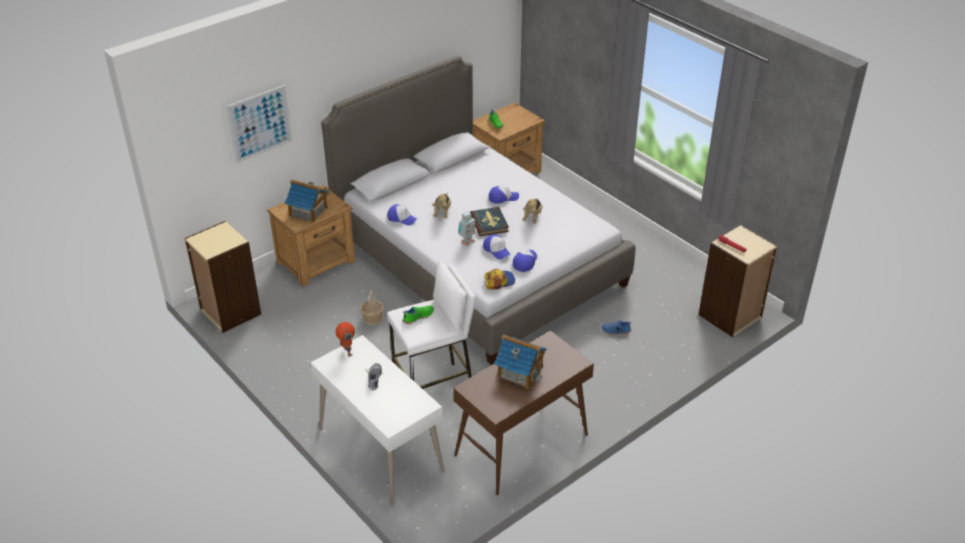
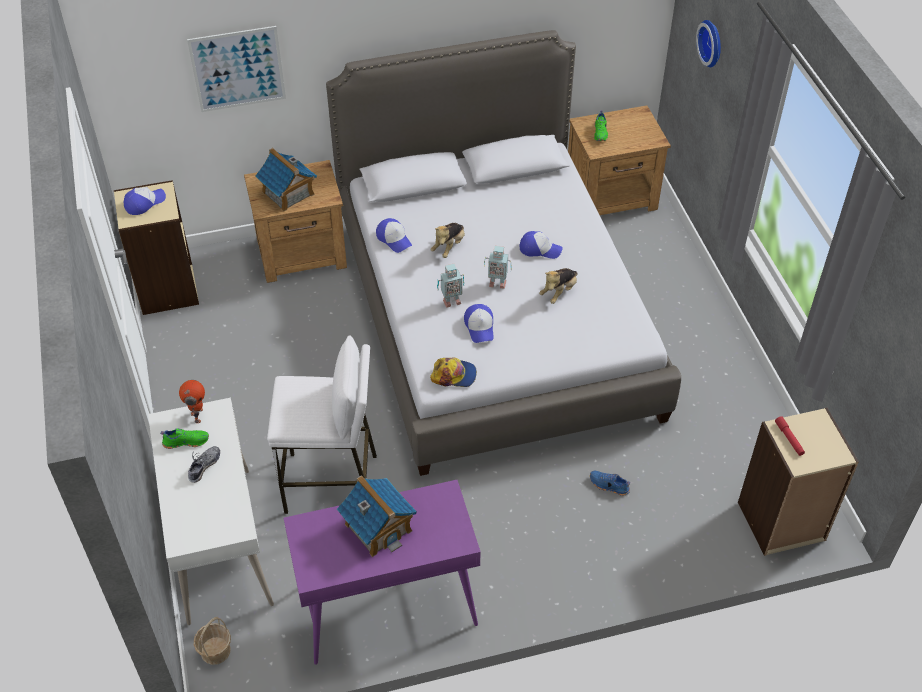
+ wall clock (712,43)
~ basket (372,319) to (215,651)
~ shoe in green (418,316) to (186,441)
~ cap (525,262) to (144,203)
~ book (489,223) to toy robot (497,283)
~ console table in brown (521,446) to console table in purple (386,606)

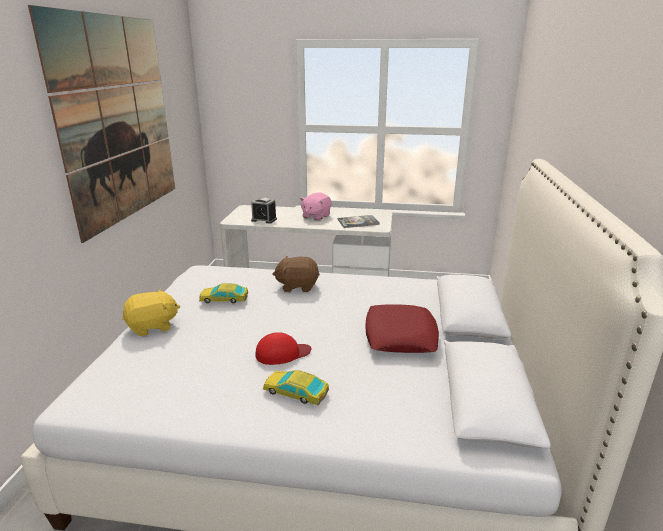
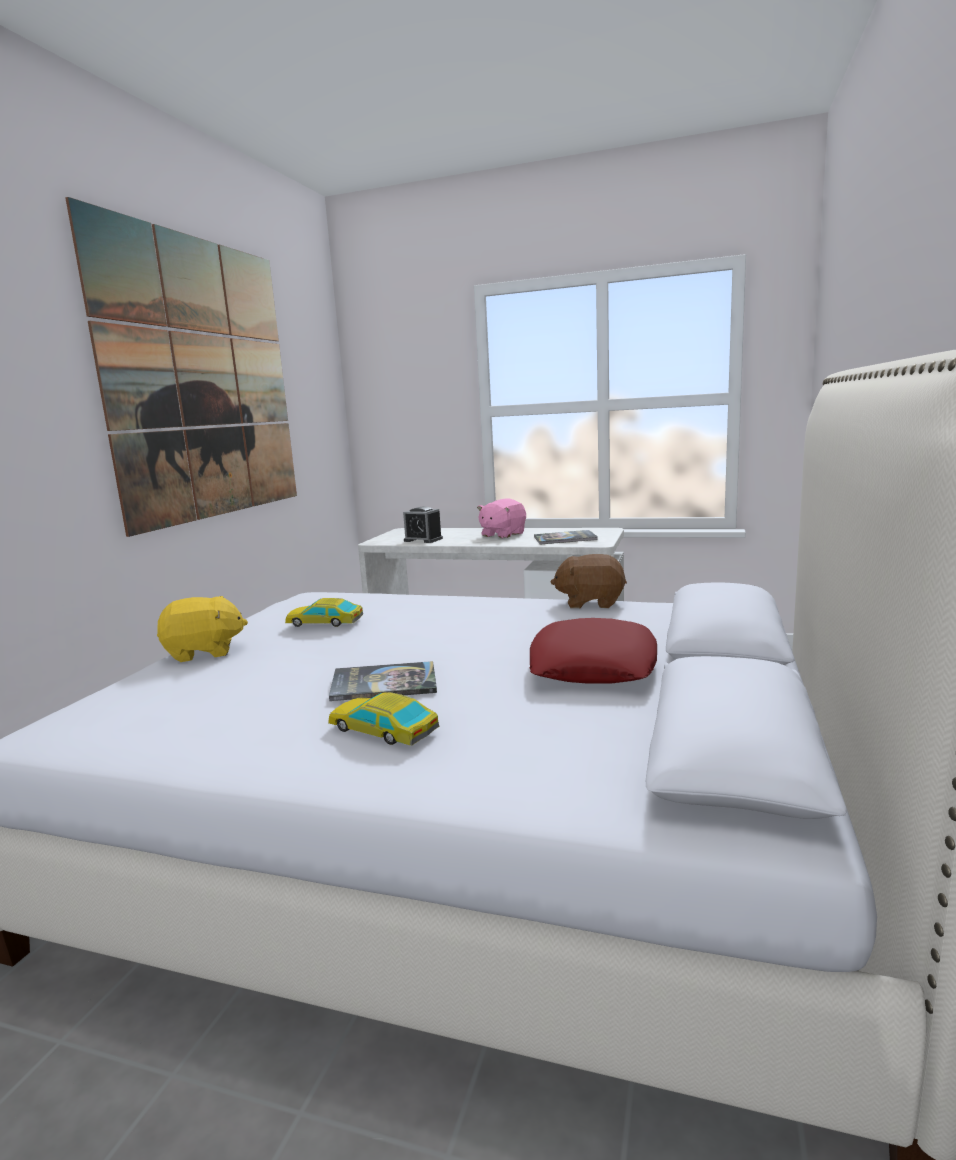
~ plush toy in brown (297,286) to (590,603)
~ cap in red (282,353) to book (384,683)

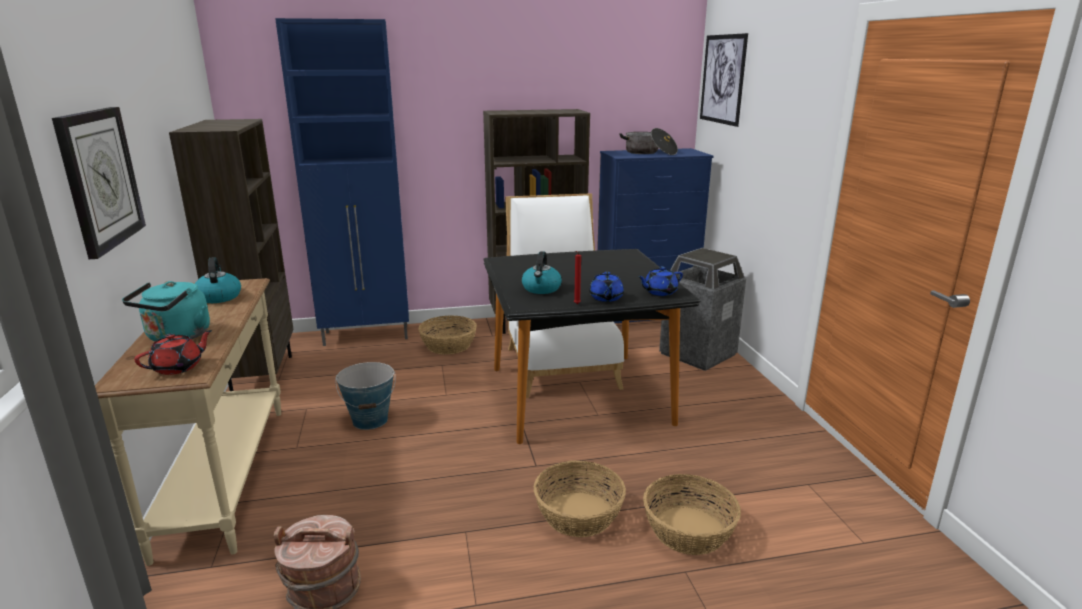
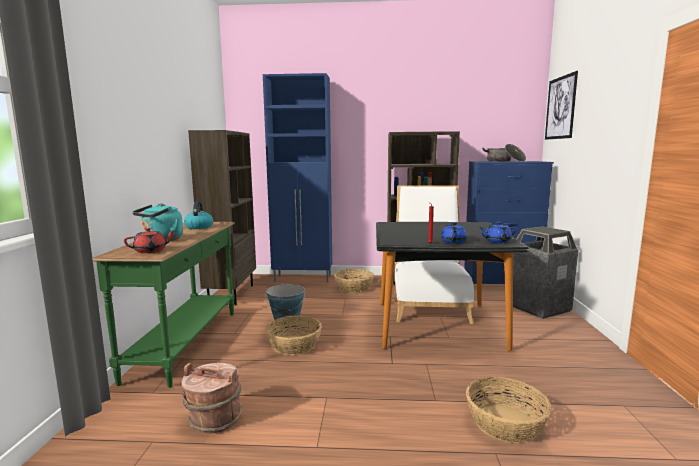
- wall clock (100,179)
- kettle (541,289)
~ basket (579,514) to (294,345)
~ console table in beige (228,476) to console table in green (187,343)

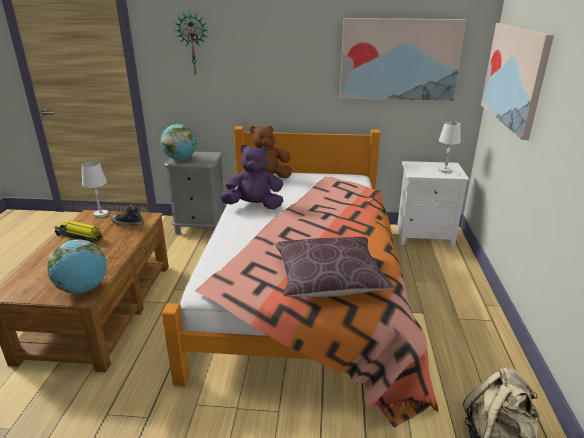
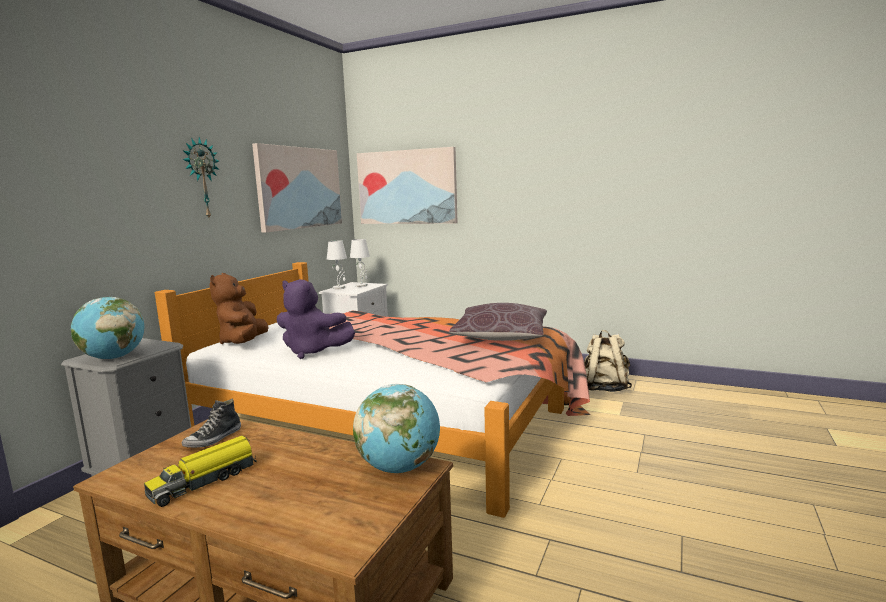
~ table lamp in white (101,214) to (339,288)
~ wall clock (193,44) to (201,179)
~ plush toy in purple (254,206) = (312,352) 90 degrees counterclockwise

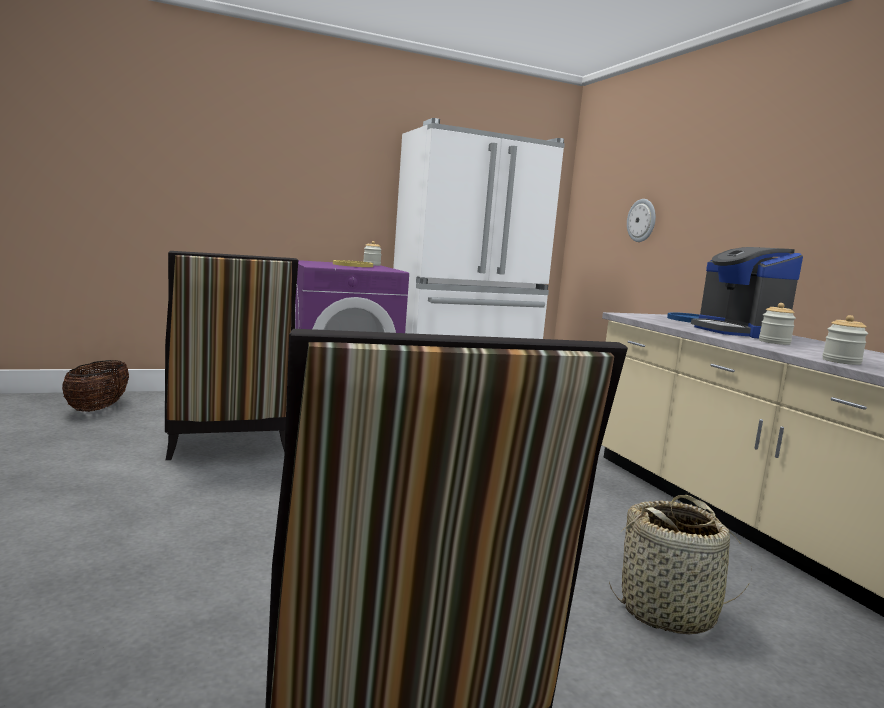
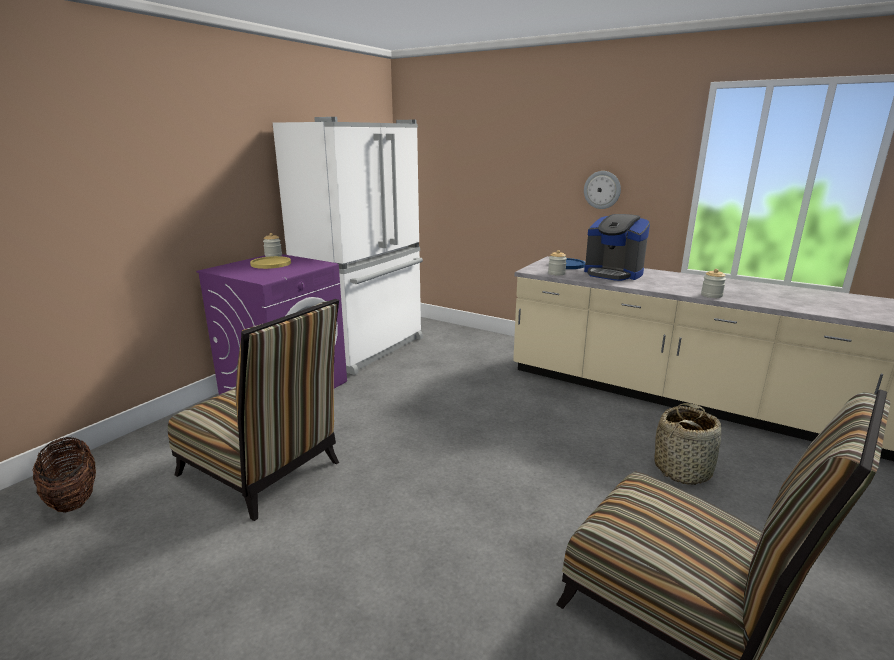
~ wall clock (642,220) to (602,190)
~ jar (774,342) to (556,273)

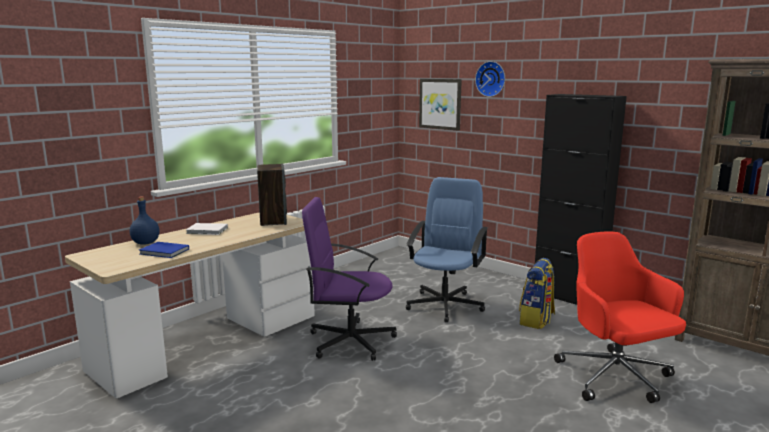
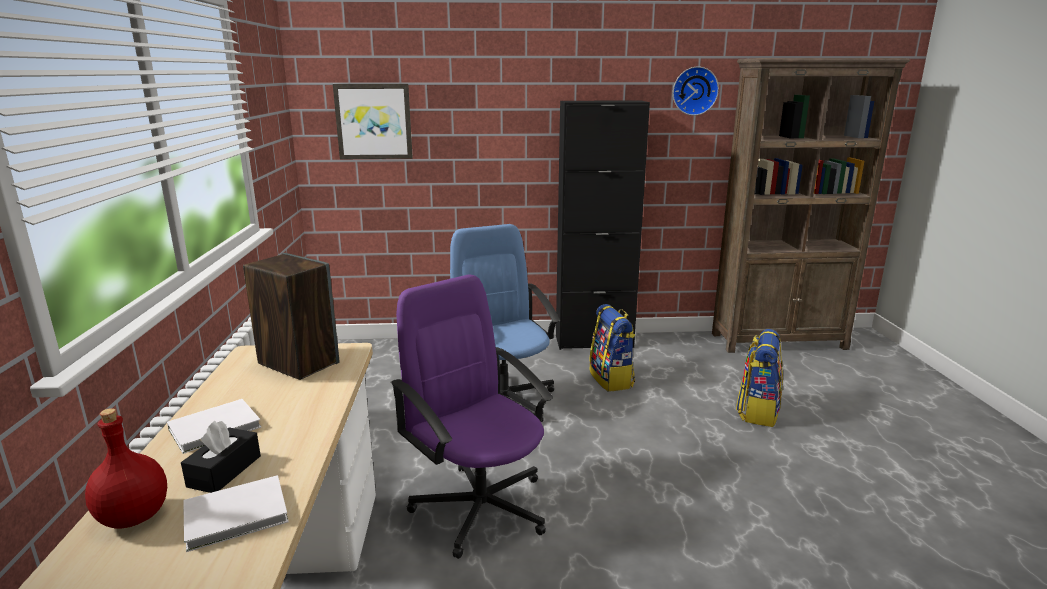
+ tissue box in black (224,471)
~ wall clock (491,79) to (694,91)
~ office chair in red (615,378) to backpack (757,411)
~ bottle in blue (146,243) to bottle in red (134,516)
~ book in blue (165,252) to book in white (239,515)
~ office chair in purple (349,341) = (480,506) 90 degrees clockwise

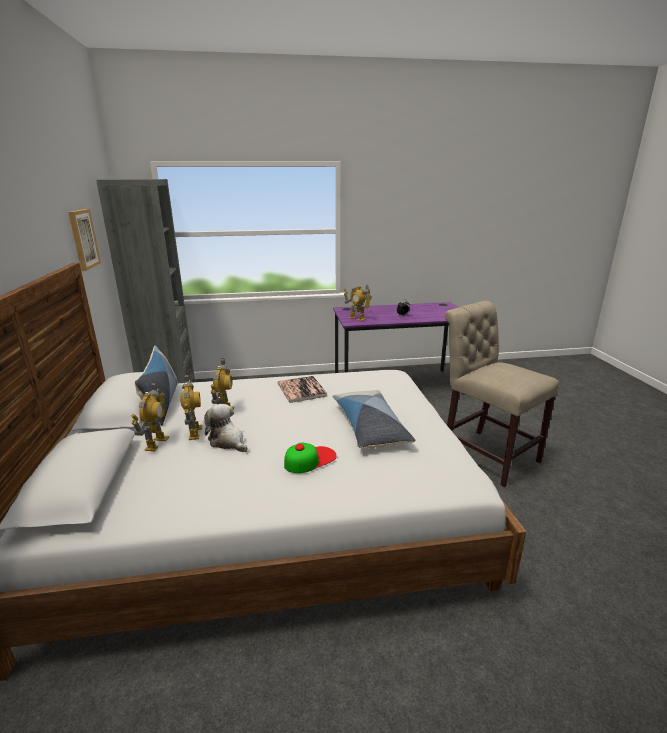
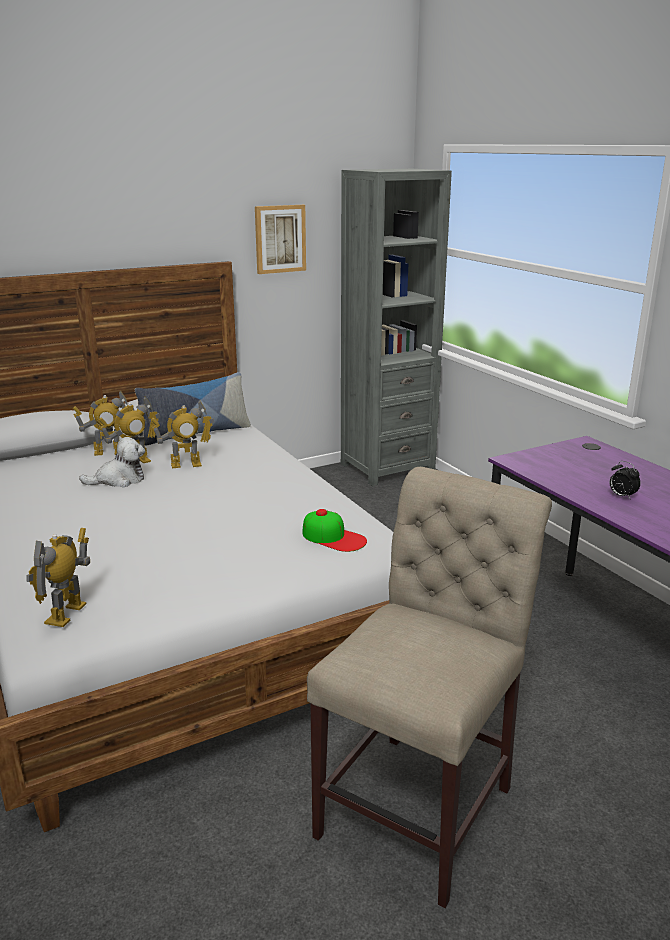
- book (301,390)
- pillow (369,427)
~ cap (310,459) to (333,537)
~ toy robot (357,319) to (67,614)
~ plush toy (227,441) = (119,480) 45 degrees clockwise

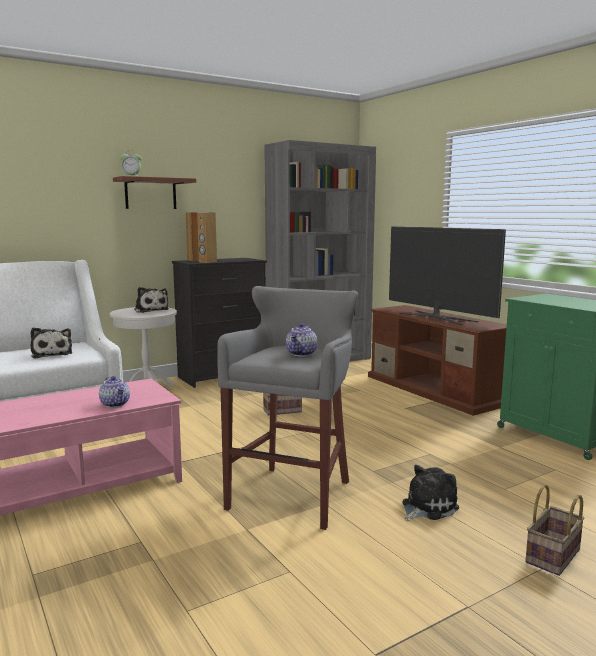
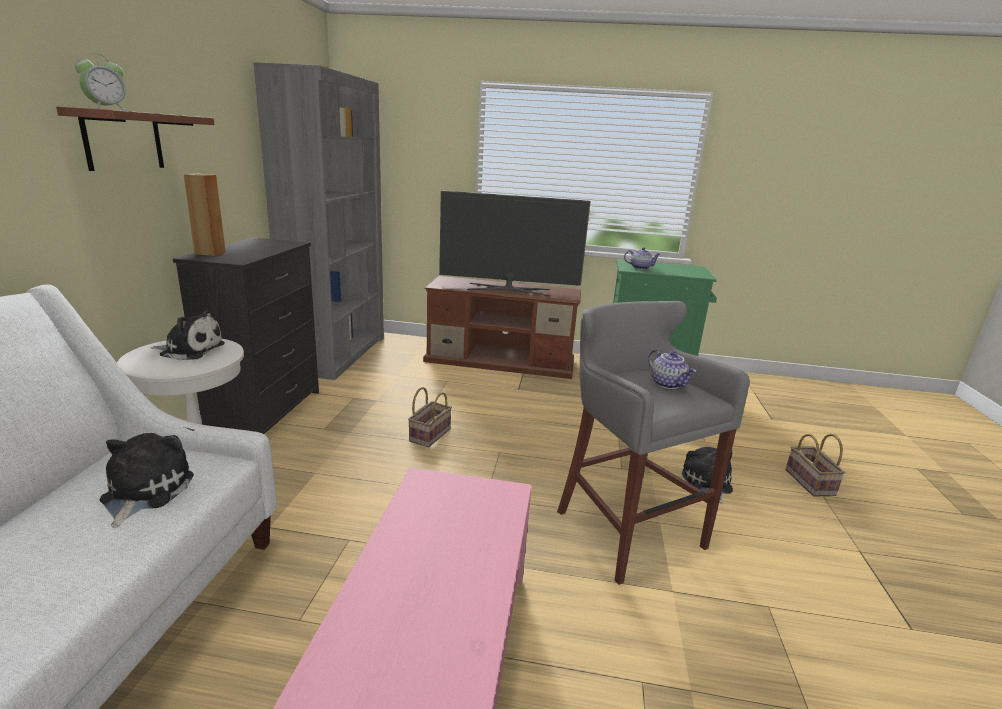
- speaker in brown (207,262)
~ teapot (116,404) to (640,267)
~ plush toy (52,354) = (144,492) 105 degrees counterclockwise

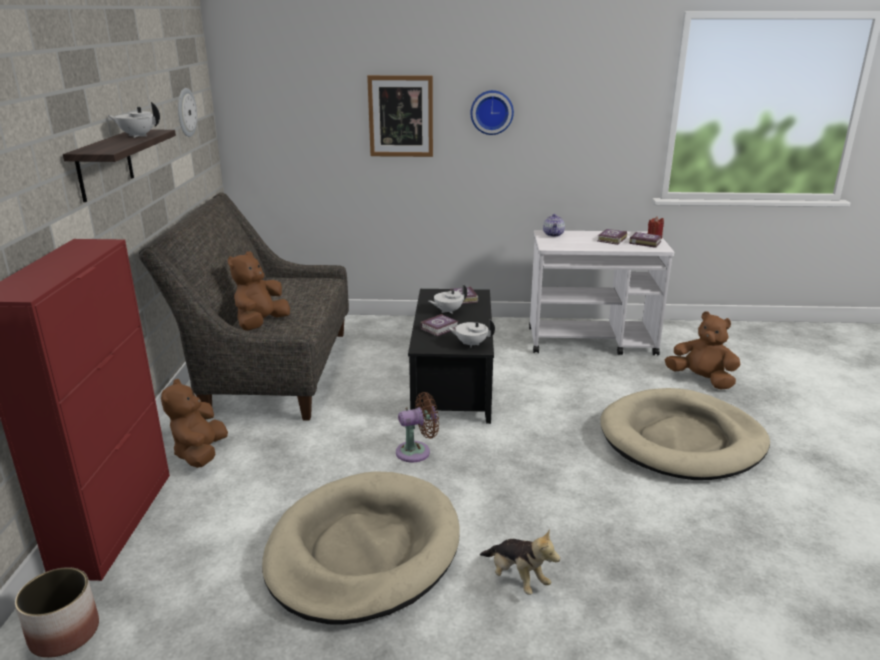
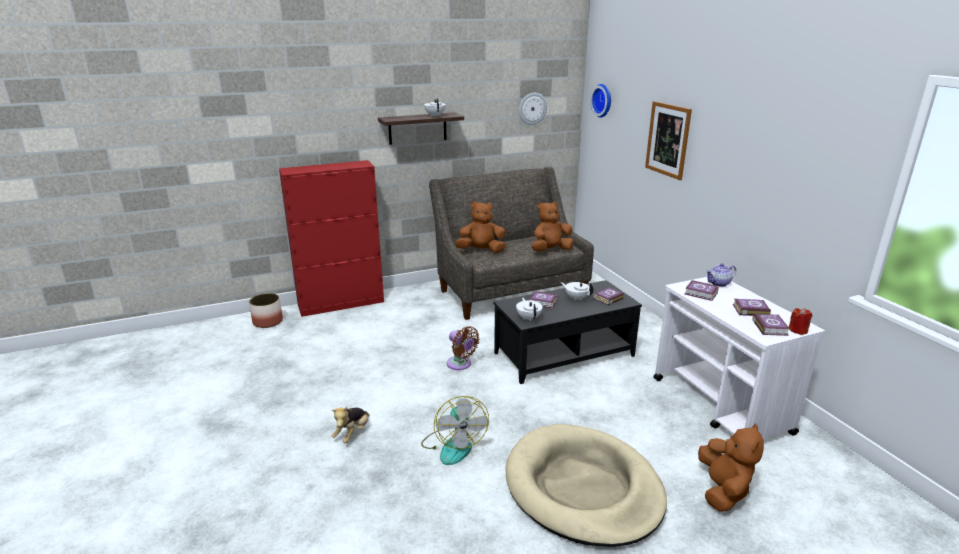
- dog bed in beige (363,551)
+ fan (453,445)
+ book (701,293)
~ plush toy in brown (200,454) to (550,250)
~ wall clock (491,112) to (603,100)

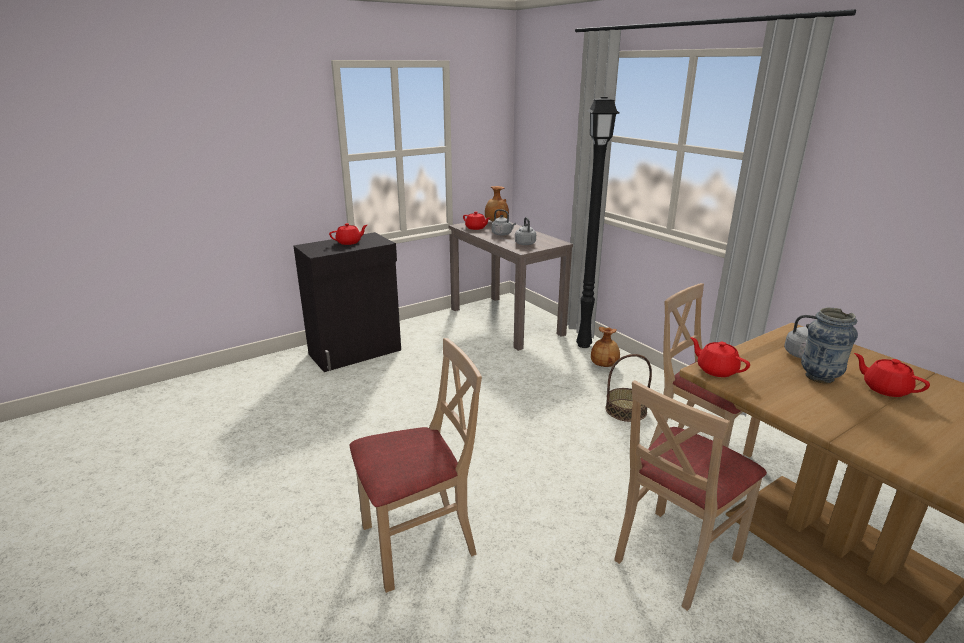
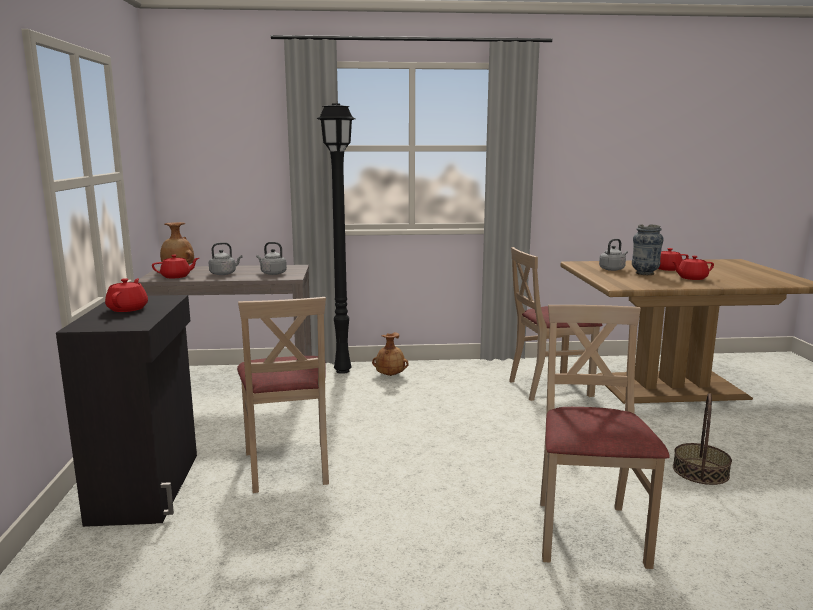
~ basket (626,410) to (700,471)
~ chair in beige (675,556) to (288,466)
~ teapot in red (716,370) to (691,278)

